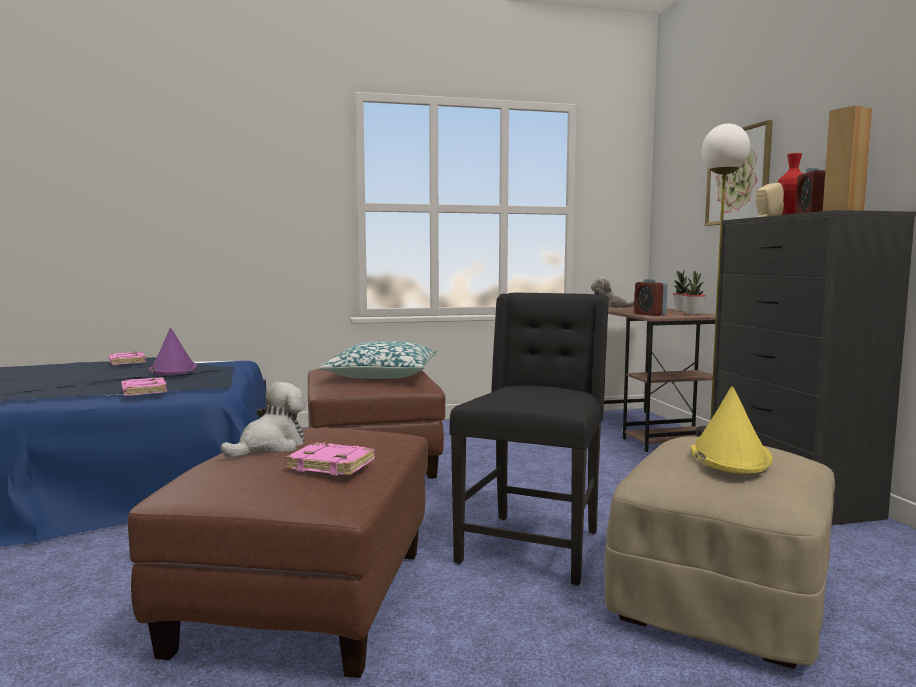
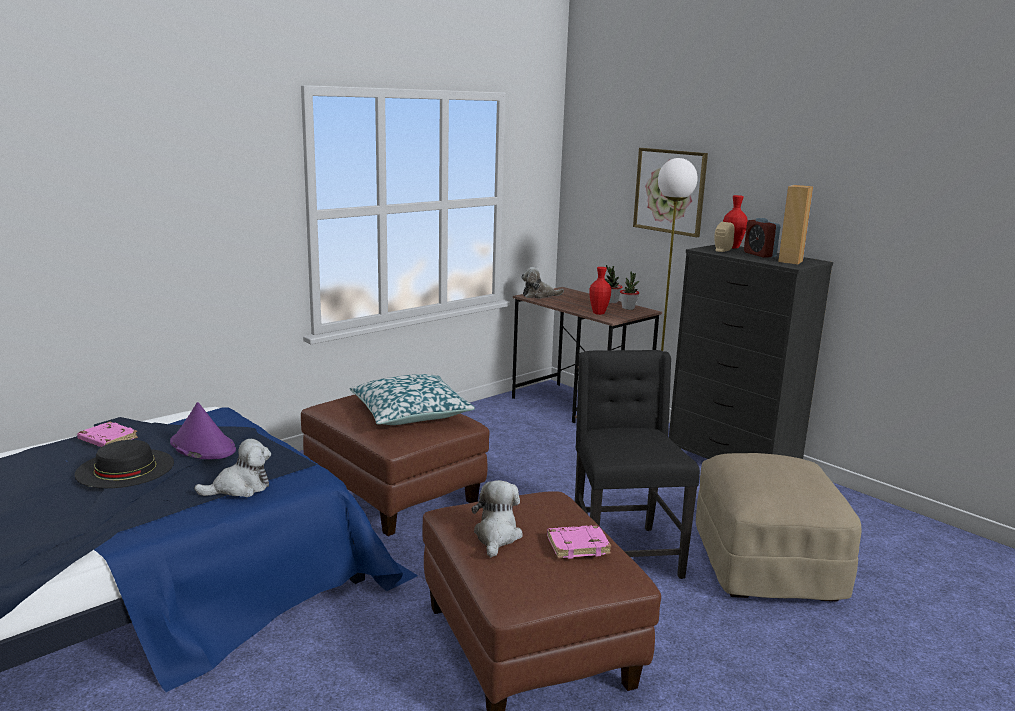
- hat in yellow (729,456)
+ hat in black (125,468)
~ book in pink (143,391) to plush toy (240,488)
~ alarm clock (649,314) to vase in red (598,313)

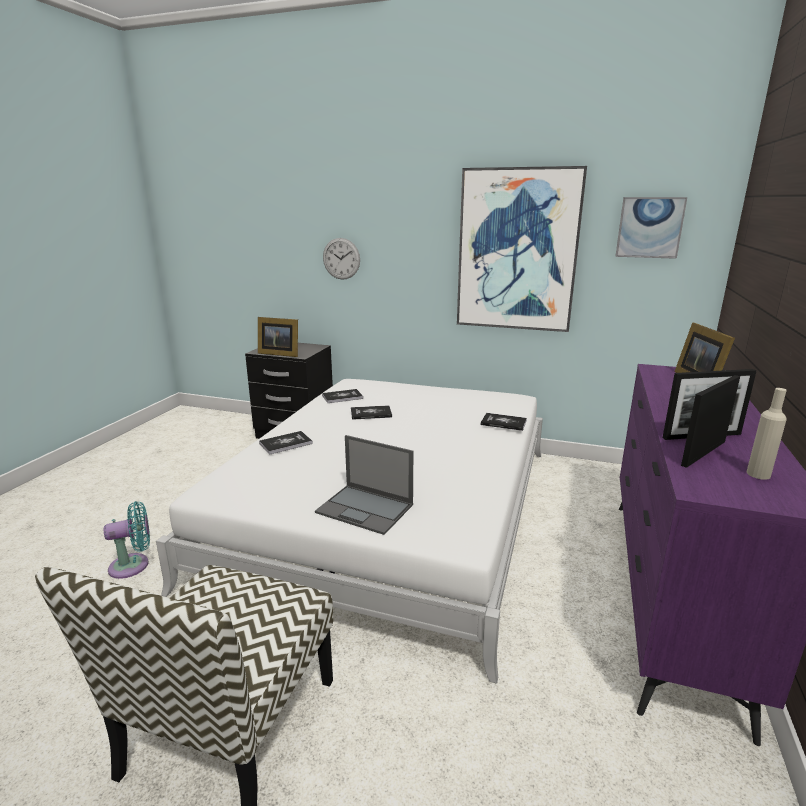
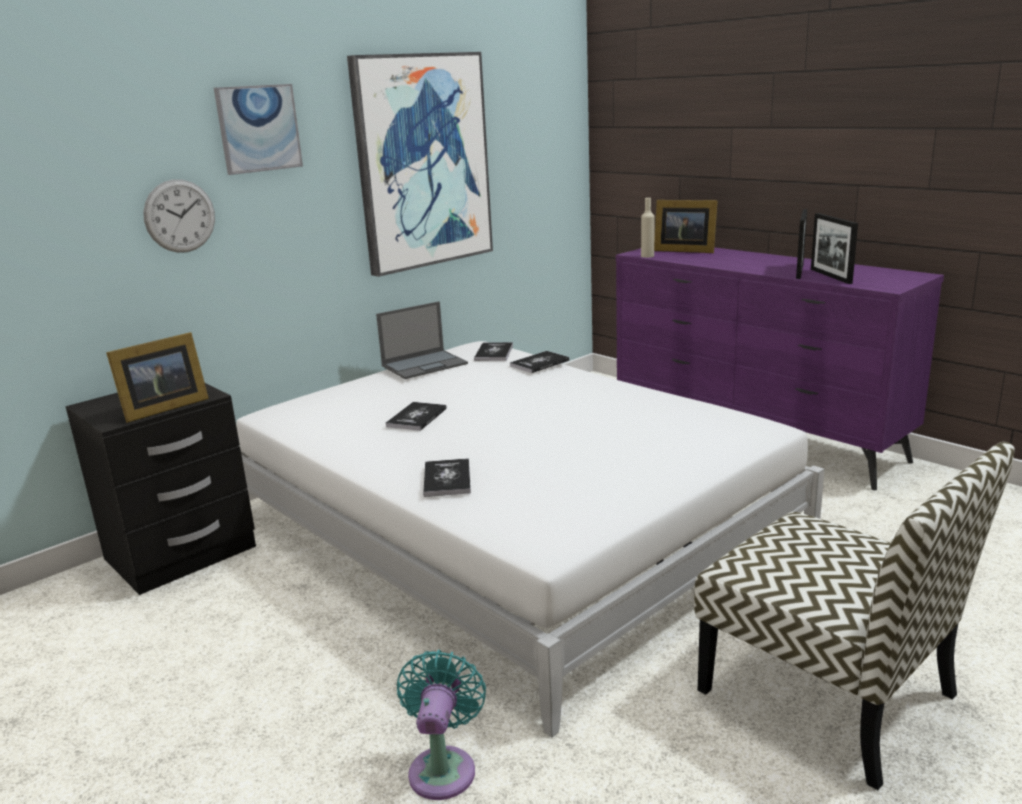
~ laptop (366,509) to (425,364)
~ book (342,397) to (494,353)
~ picture (649,227) to (258,128)
~ bottle in beige (758,474) to (647,256)

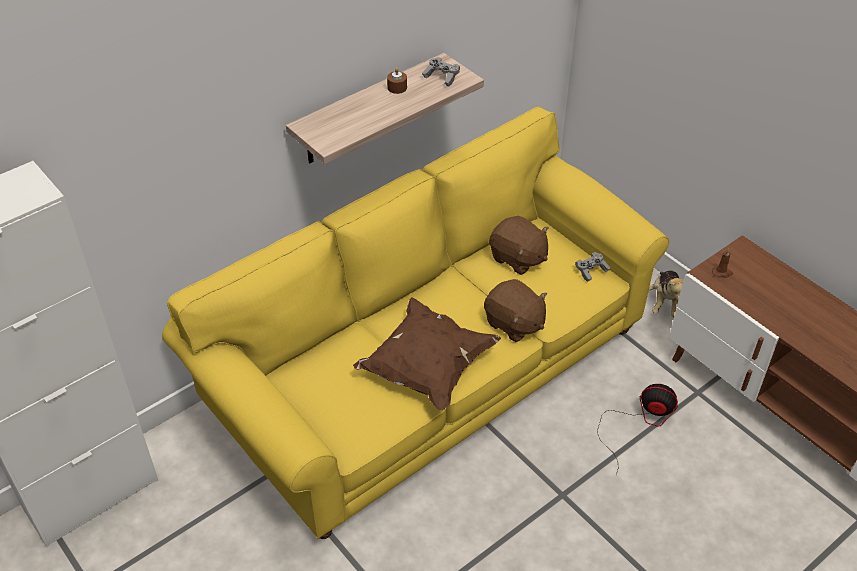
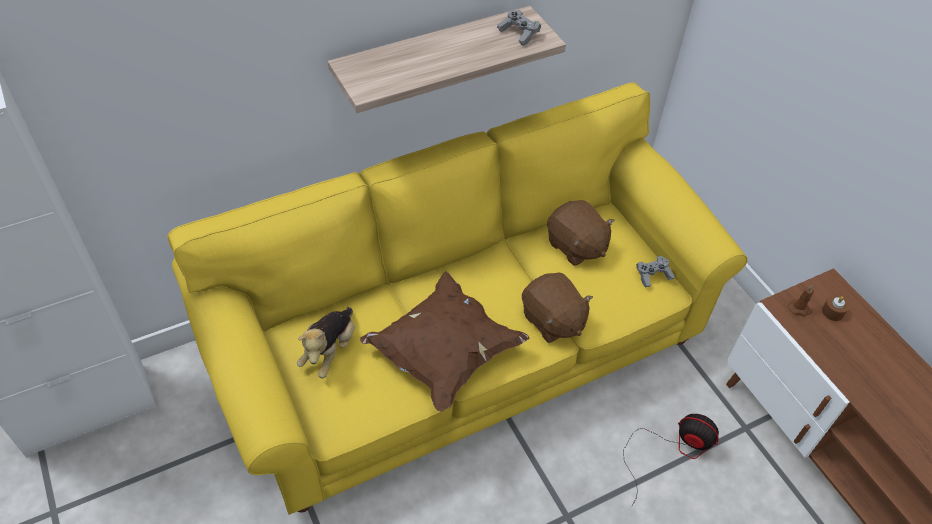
~ candle in brown (397,87) to (832,312)
~ plush toy (664,302) to (330,350)

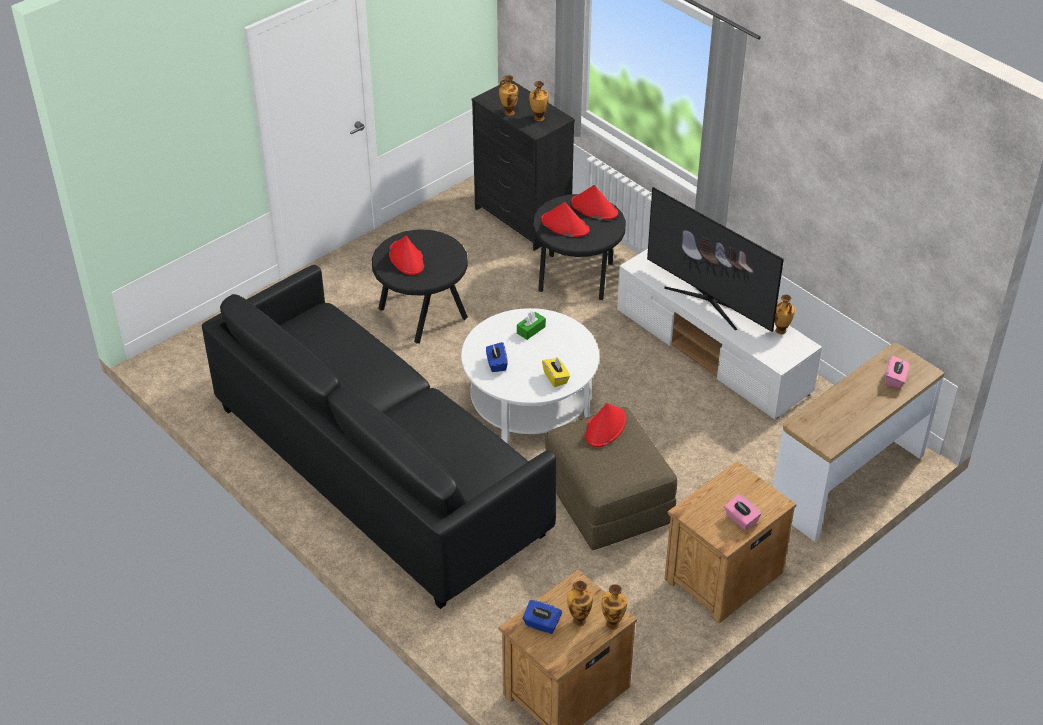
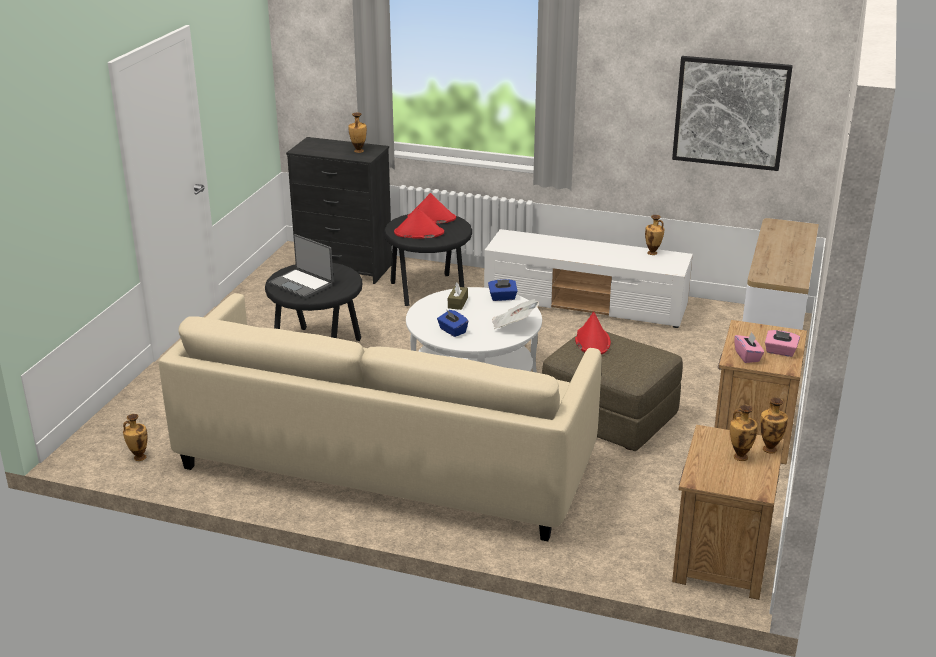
- television (708,301)
+ picture (730,113)
~ vase (508,112) to (139,457)
~ tissue box in blue (541,624) to (502,298)
~ tissue box in pink (895,379) to (747,356)
~ hat in red (406,259) to laptop (302,284)
~ tissue box in yellow (556,378) to newspaper (513,325)
~ sofa in black (378,470) to sofa in beige (385,463)
~ tissue box in green (531,330) to tissue box in brown (457,303)

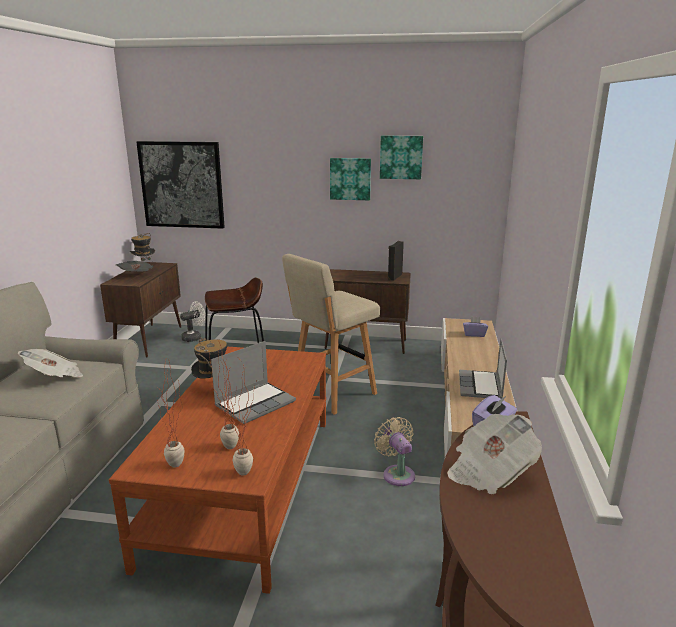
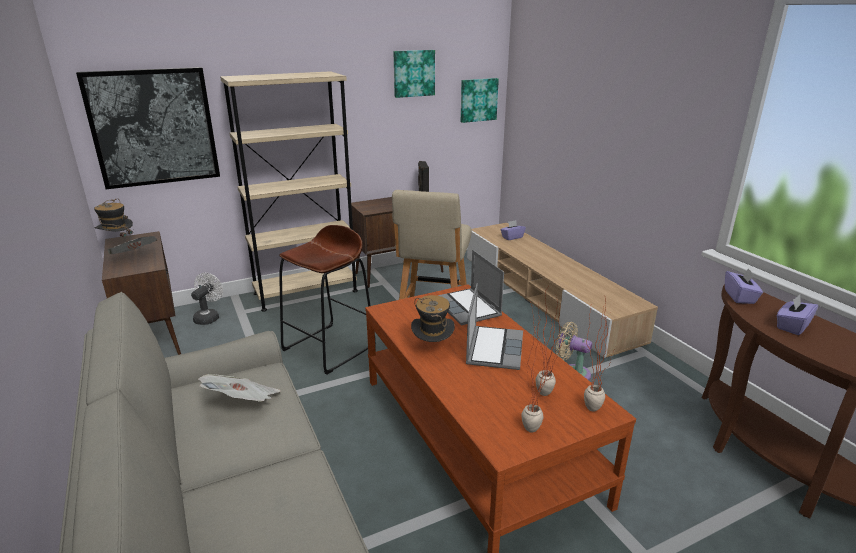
+ bookcase in beige (306,292)
~ picture (350,179) to (478,100)
~ laptop (481,386) to (468,308)
~ newspaper (489,471) to tissue box in purple (792,326)

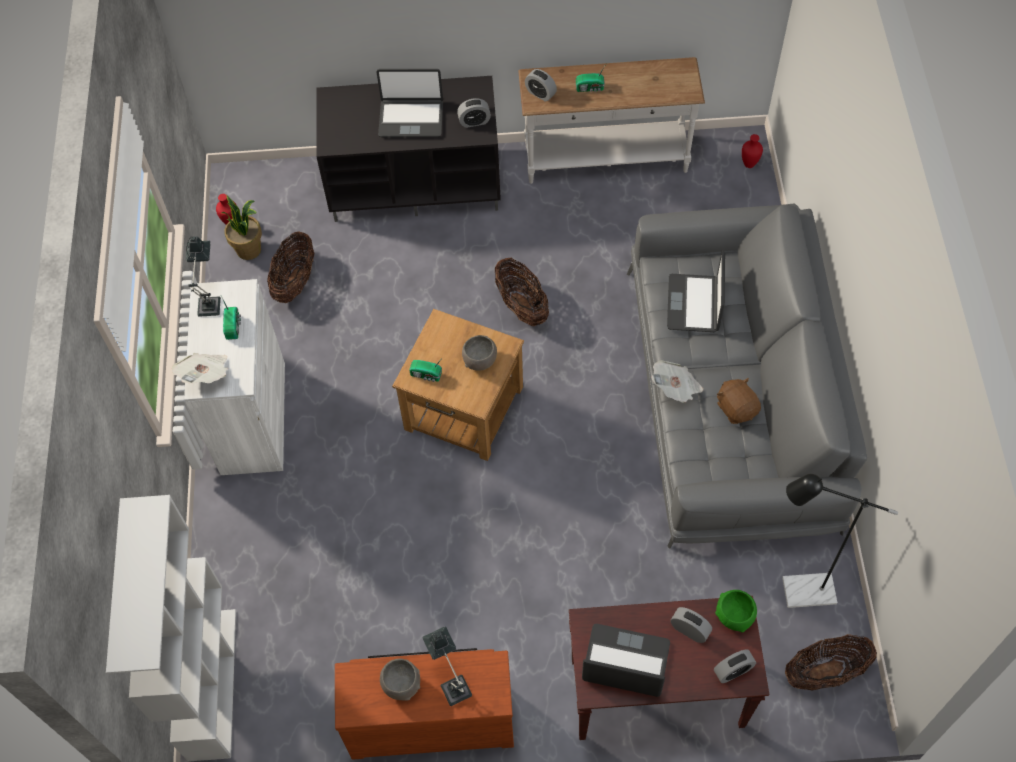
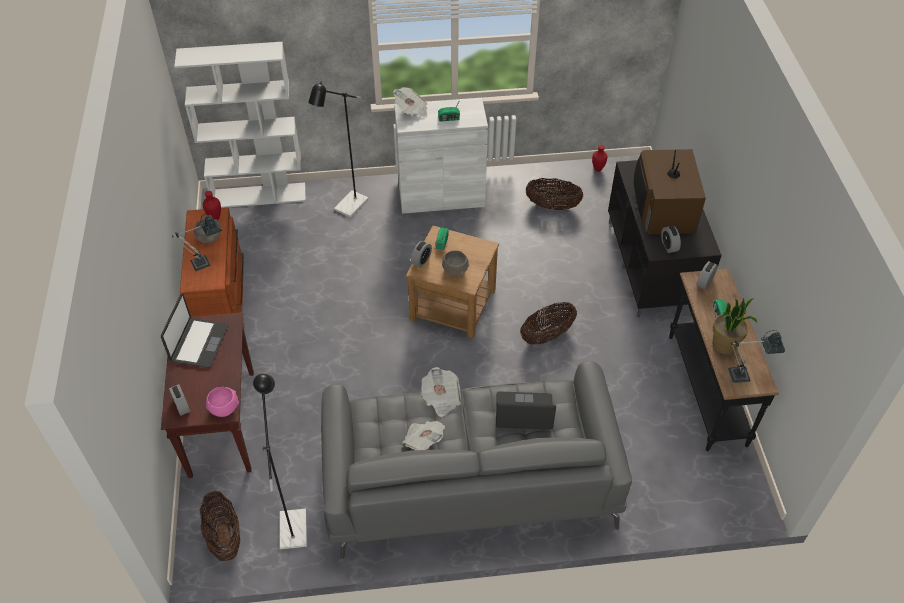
+ floor lamp in black (347,208)
~ table lamp (209,301) to (744,375)
~ potted plant (249,249) to (724,345)
~ alarm clock (689,630) to (421,260)
~ vase in red (748,165) to (214,218)
~ laptop (411,118) to television (663,209)
~ plush toy in brown (736,408) to newspaper (423,440)
~ console table in white (606,161) to console table in black (705,389)
~ bowl in green (734,616) to bowl in pink (224,408)

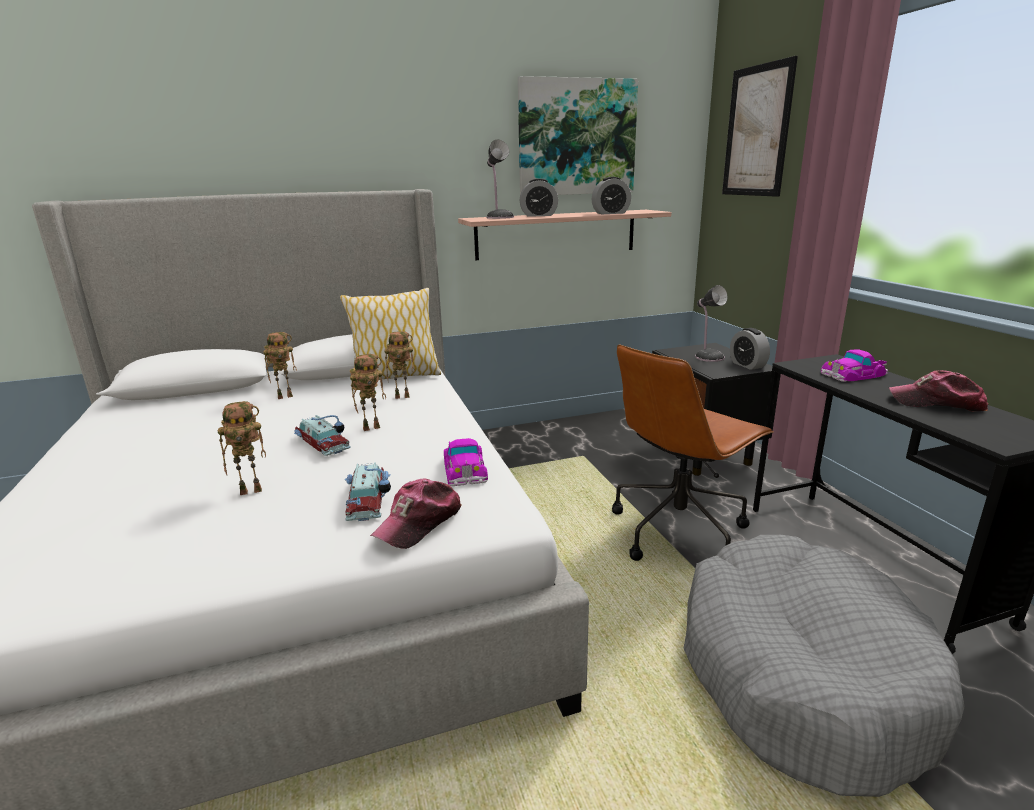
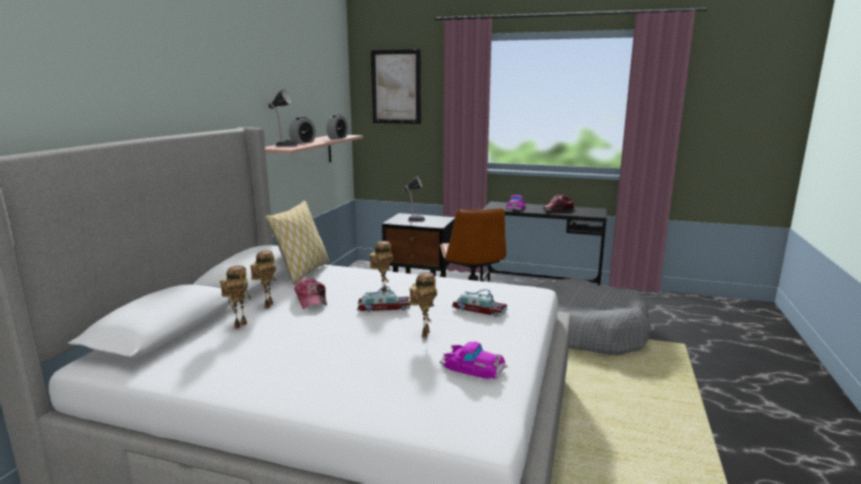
- picture (577,138)
- alarm clock (747,365)
~ cap (419,523) to (312,300)
~ toy robot (403,396) to (240,325)
~ toy car (464,468) to (473,367)

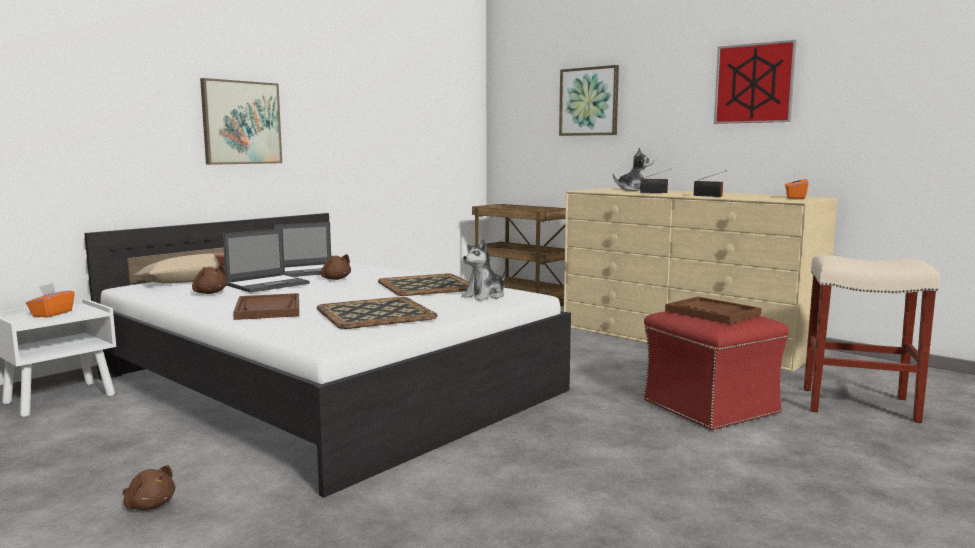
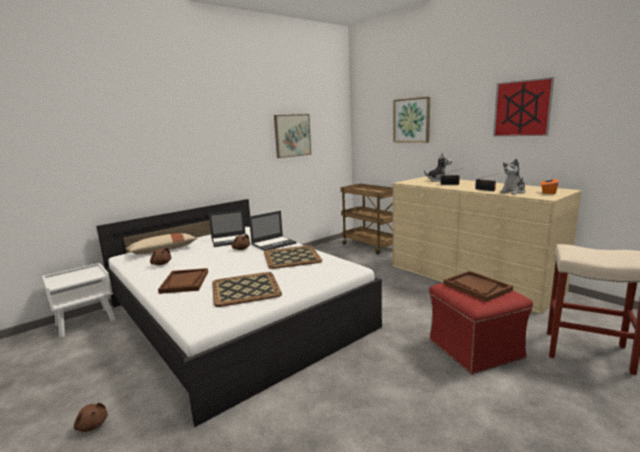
- tissue box in orange (52,314)
~ picture (241,122) to (292,135)
~ laptop (268,284) to (274,243)
~ plush toy (485,296) to (513,192)

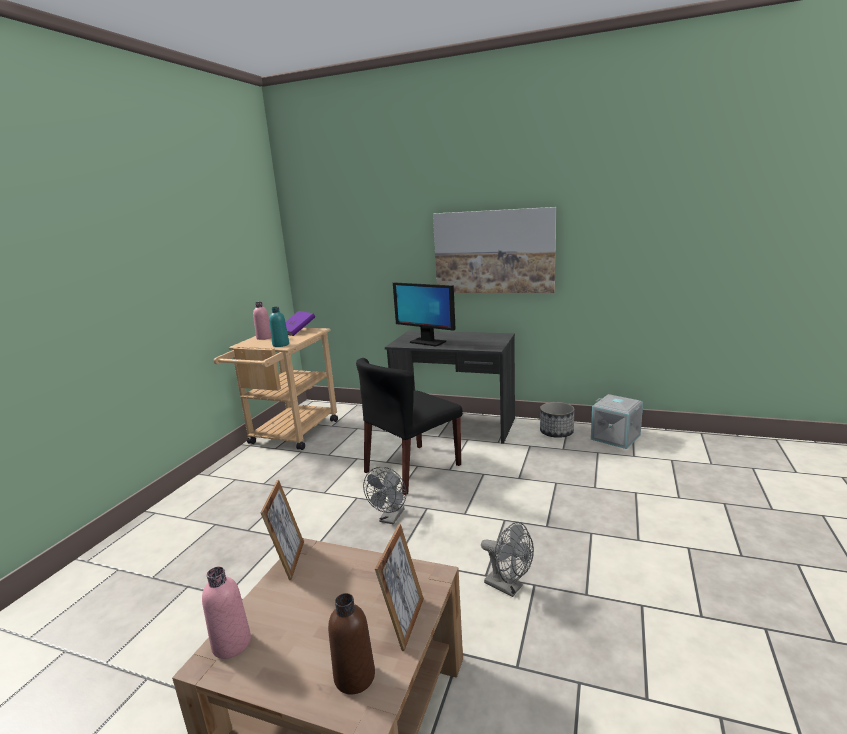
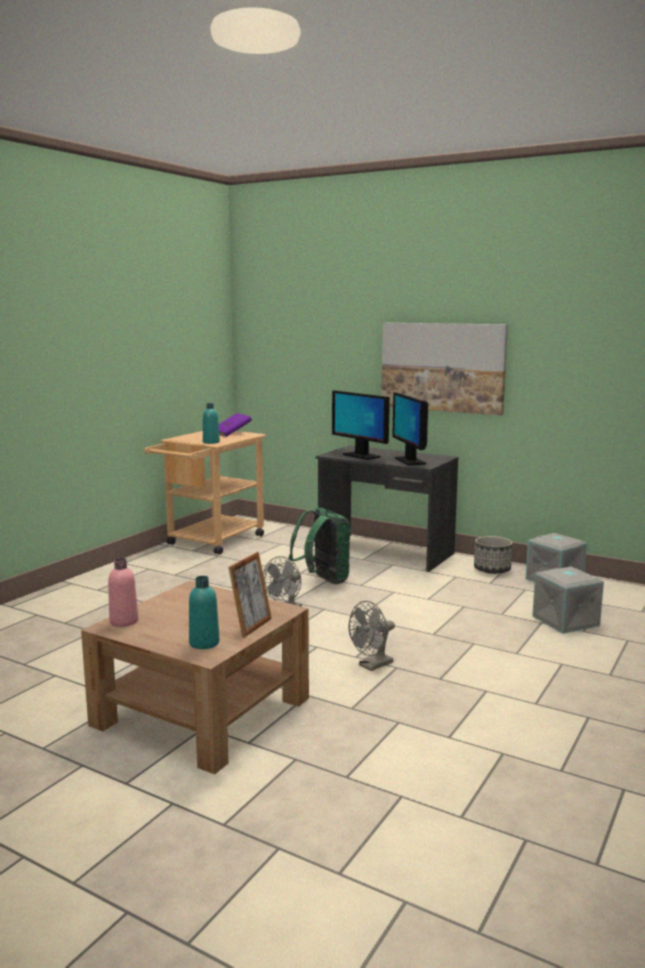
- bottle in pink (264,338)
- picture frame (289,560)
+ monitor (410,461)
+ storage box in grey (564,621)
~ chair in black (412,469) to backpack in green (323,580)
~ bottle in brown (354,676) to bottle in turquoise (204,643)
~ fan in grey (508,587) = (372,666) 90 degrees clockwise

